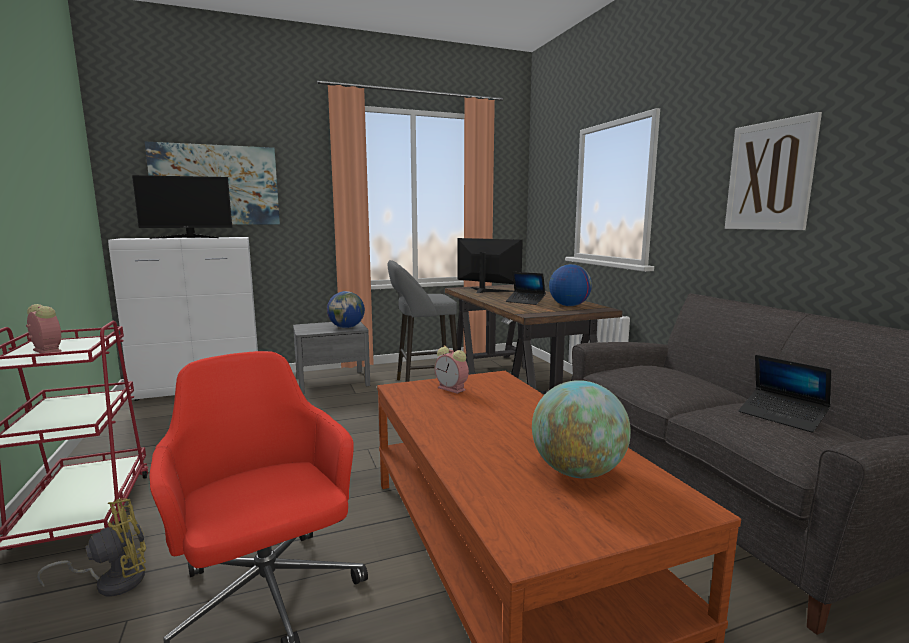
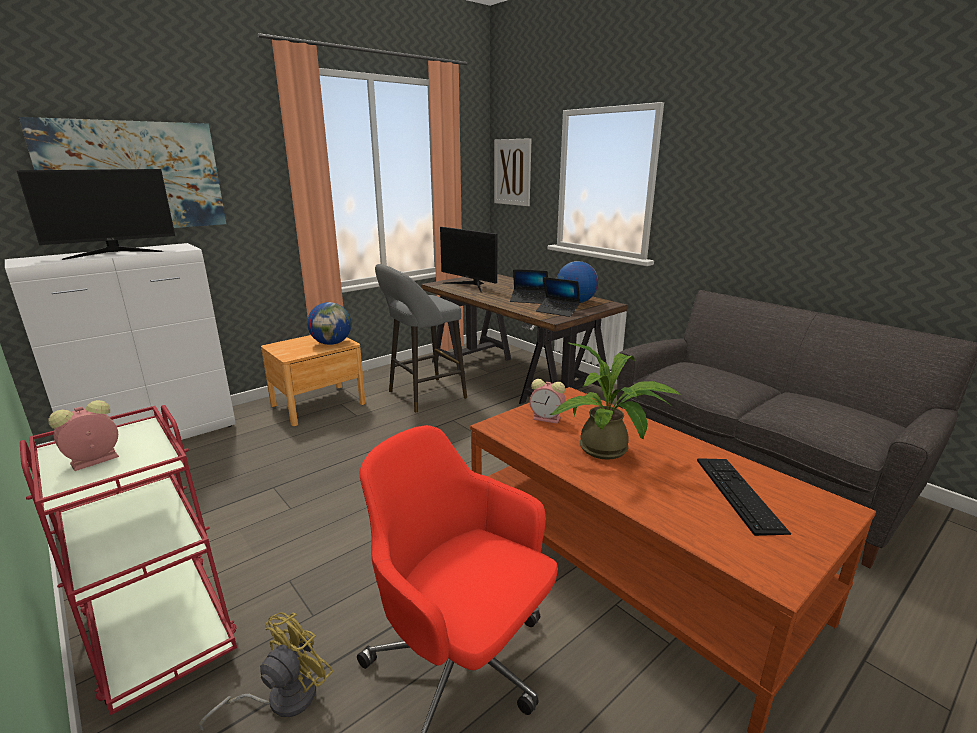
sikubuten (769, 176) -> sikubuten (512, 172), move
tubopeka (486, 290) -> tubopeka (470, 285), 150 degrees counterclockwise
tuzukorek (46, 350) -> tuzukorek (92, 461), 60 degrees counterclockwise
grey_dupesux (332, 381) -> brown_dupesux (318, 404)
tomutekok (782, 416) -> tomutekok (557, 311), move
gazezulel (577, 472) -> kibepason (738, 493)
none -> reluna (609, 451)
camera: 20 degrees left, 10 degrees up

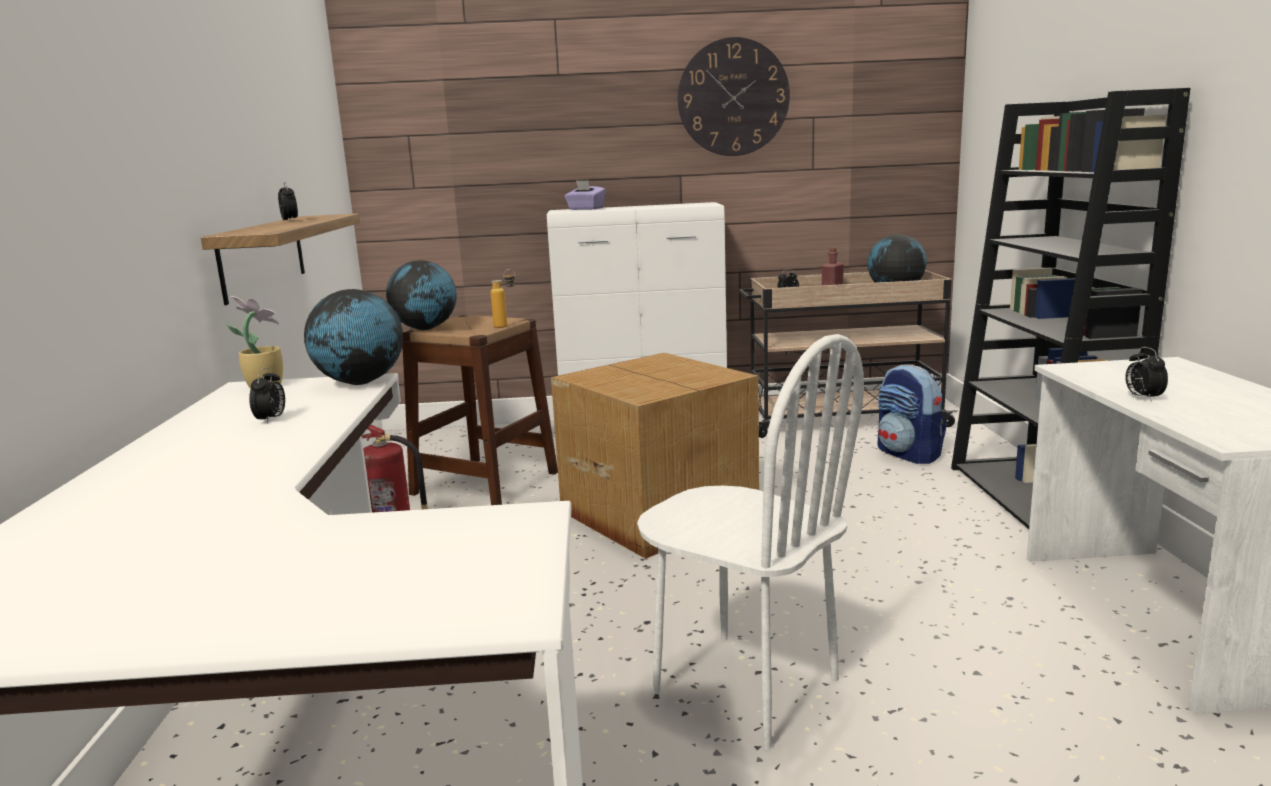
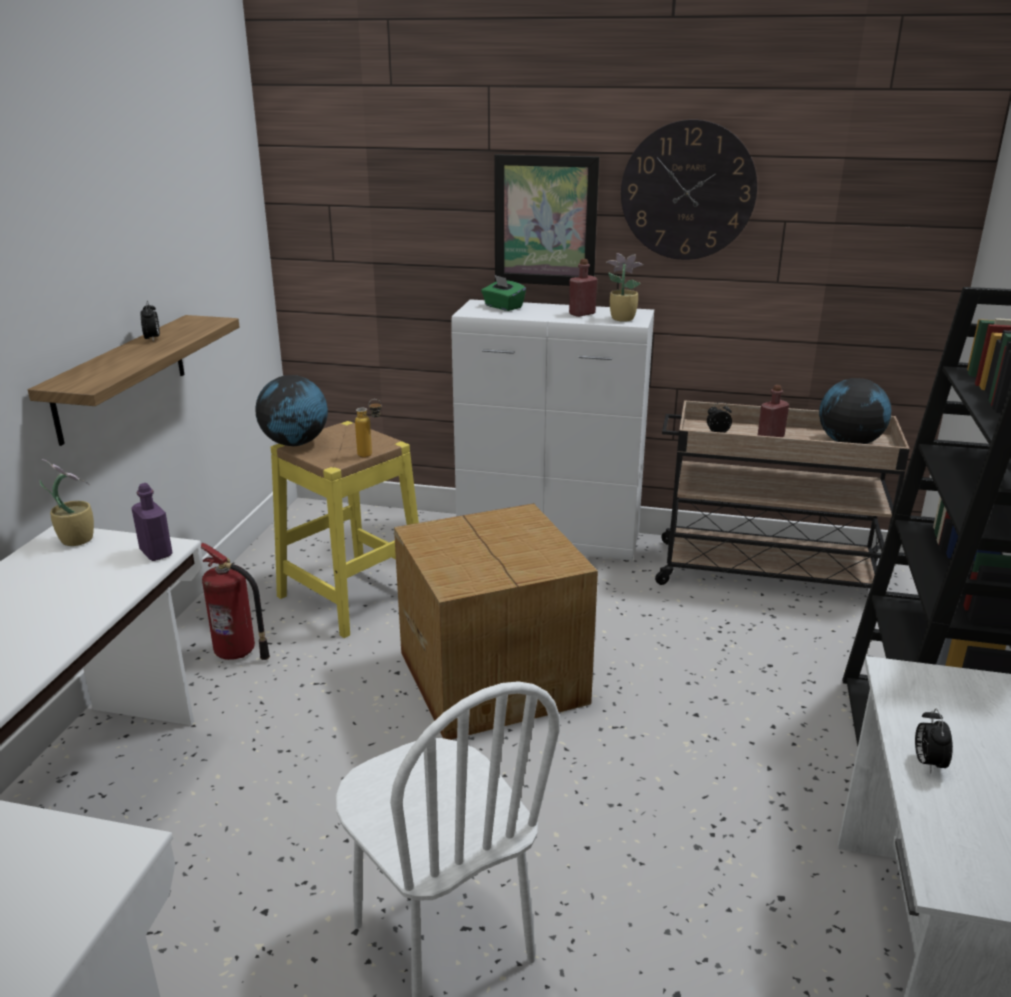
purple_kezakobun (585, 209) -> green_kezakobun (503, 307)
gazezulel (360, 382) -> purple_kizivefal (156, 553)
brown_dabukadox (485, 483) -> yellow_dabukadox (352, 595)
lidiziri (908, 454) -> none
tuzukorek (271, 420) -> none
none -> sikubuten (545, 221)
none -> reluna (621, 319)
none -> red_kizivefal (582, 314)
camera: 15 degrees right, 10 degrees up

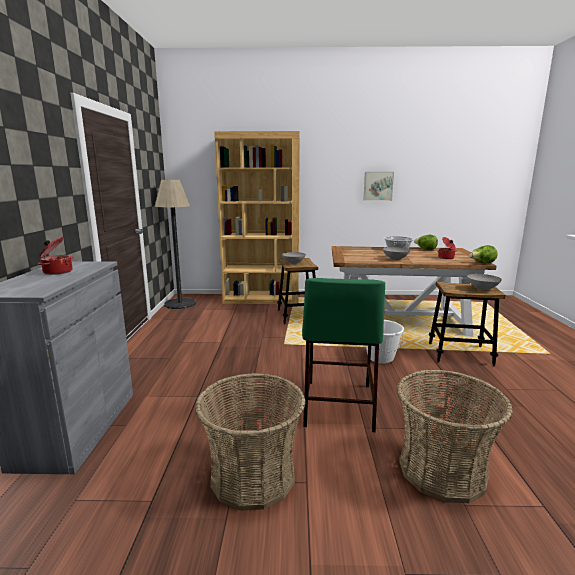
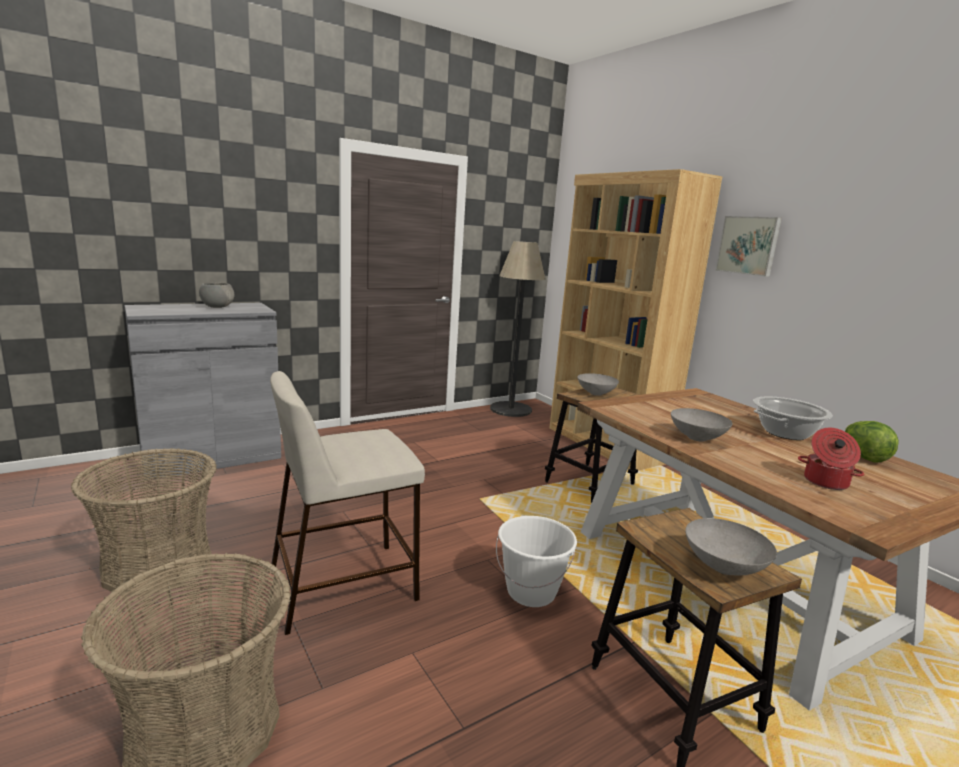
sikubuten (378, 186) -> sikubuten (748, 245), move
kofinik (57, 272) -> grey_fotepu (217, 307)
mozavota (482, 263) -> none
green_dabukadox (338, 403) -> beige_dabukadox (345, 584)
camera: 55 degrees right, 0 degrees up

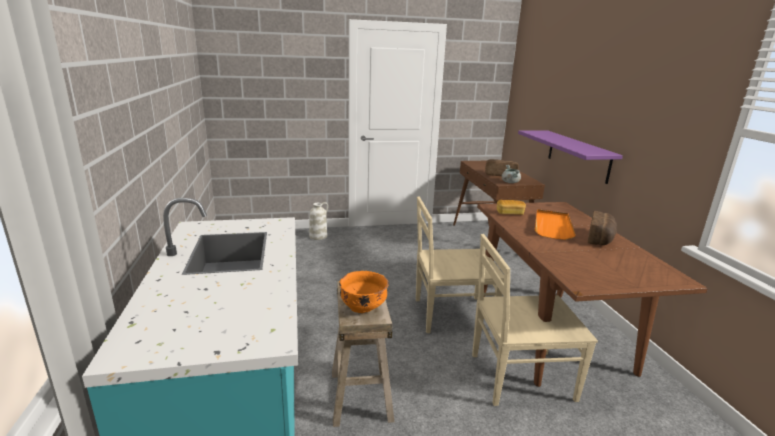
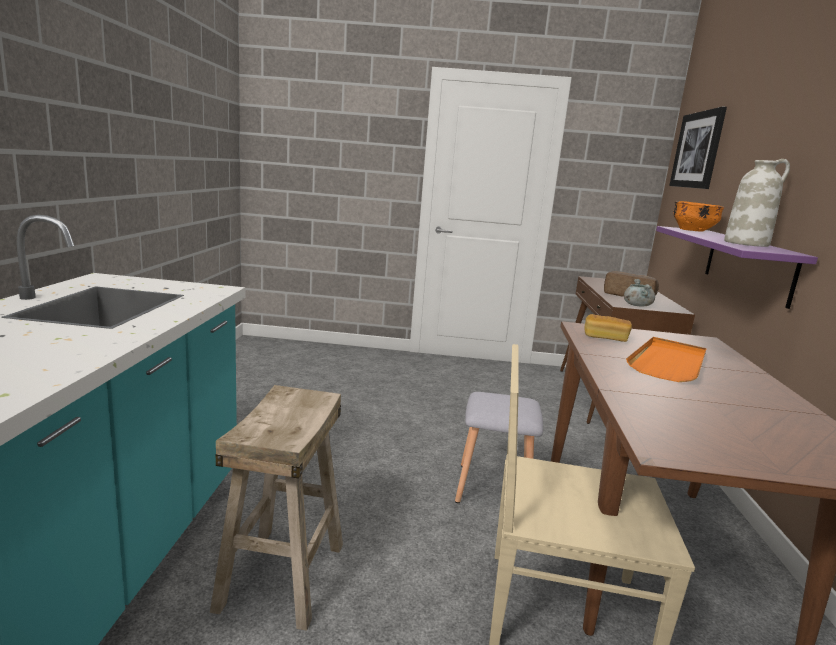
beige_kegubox (451, 314) -> grey_dabukadox (492, 487)
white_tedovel (318, 236) -> white_tedovel (746, 243), move
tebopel (601, 238) -> none
orange_fotepu (363, 307) -> orange_fotepu (692, 230), move
none -> sikubuten (698, 150)
camera: 15 degrees right, 5 degrees down

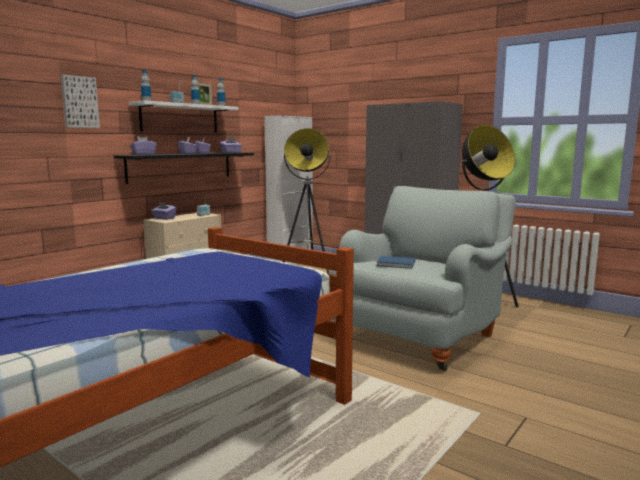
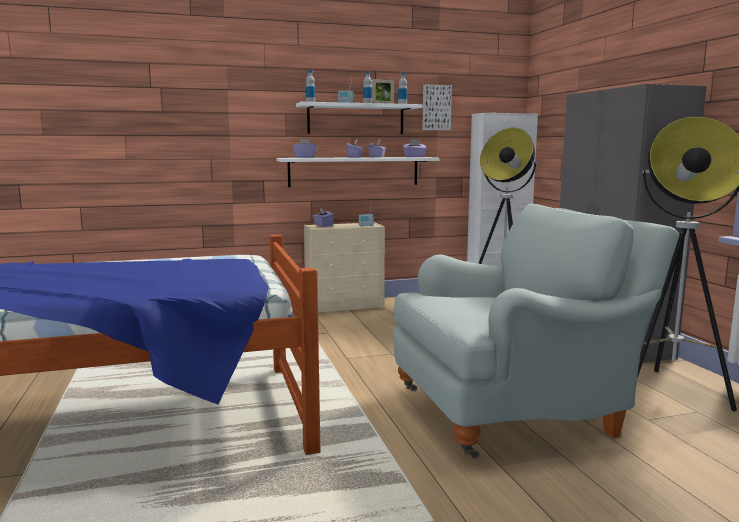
sikubuten (79, 102) -> sikubuten (436, 107), move
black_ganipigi (181, 166) -> white_ganipigi (354, 171)
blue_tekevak (396, 264) -> none
camera: 35 degrees right, 0 degrees up

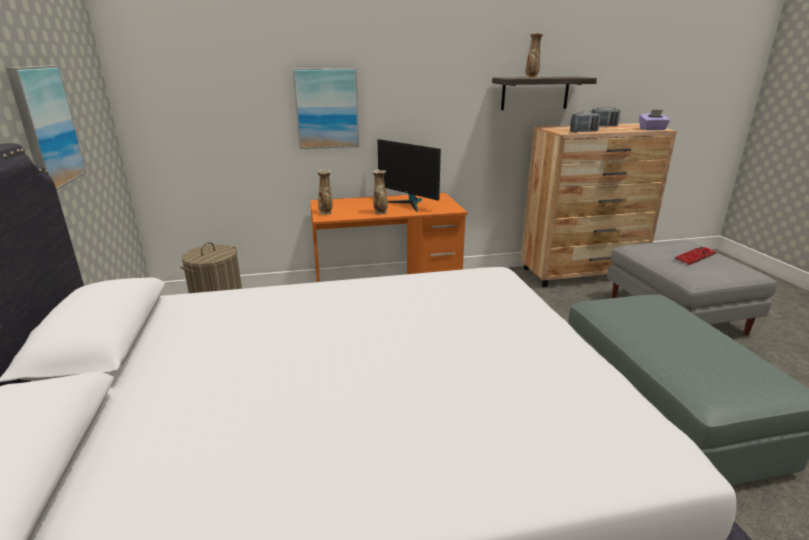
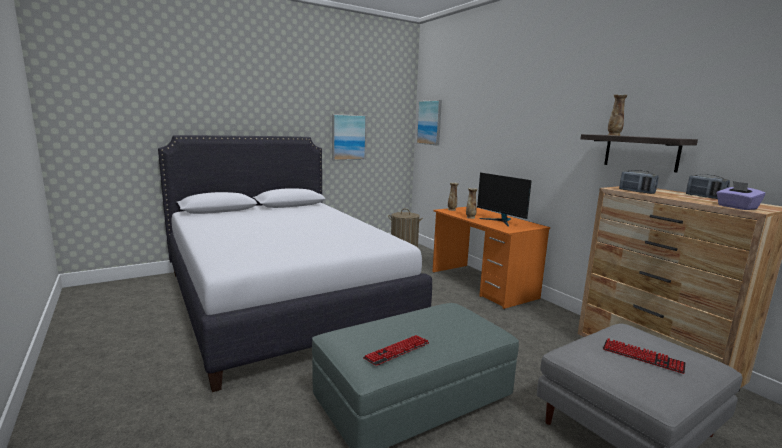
sikubuten (327, 108) -> sikubuten (429, 122), move
tubopeka (408, 204) -> tubopeka (501, 221), 60 degrees counterclockwise
none -> kibepason (397, 351)
camera: 70 degrees right, 10 degrees down

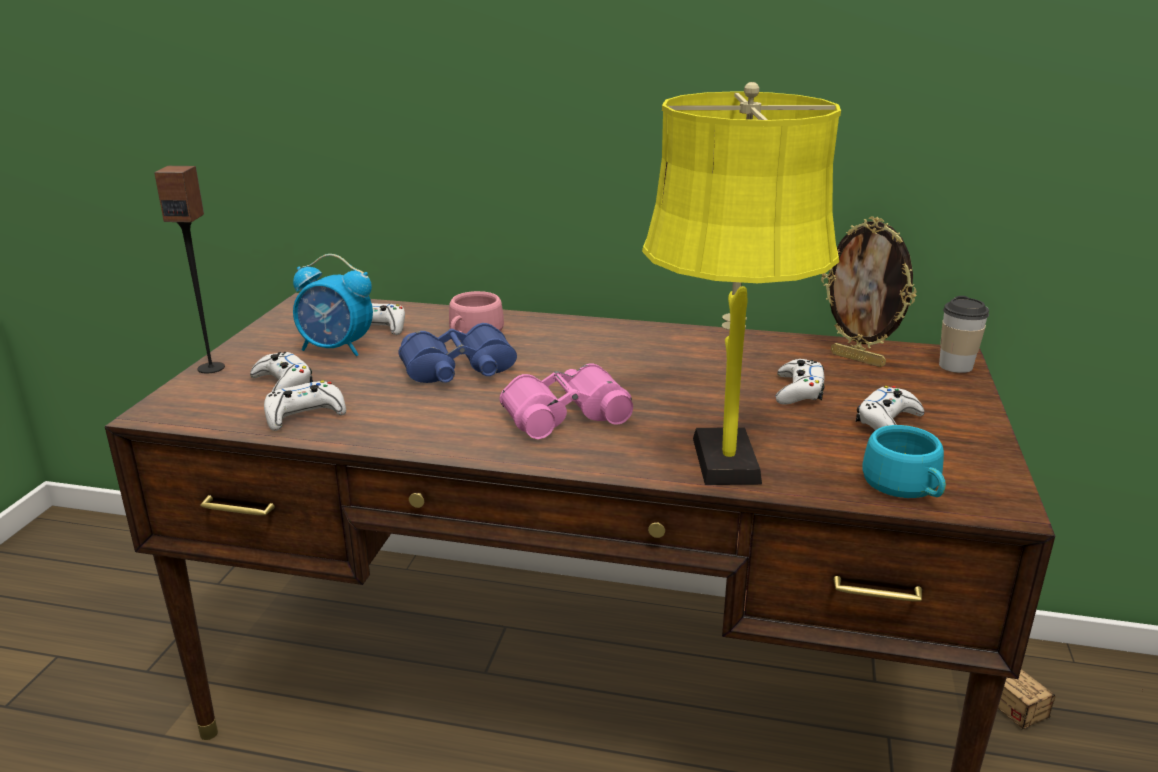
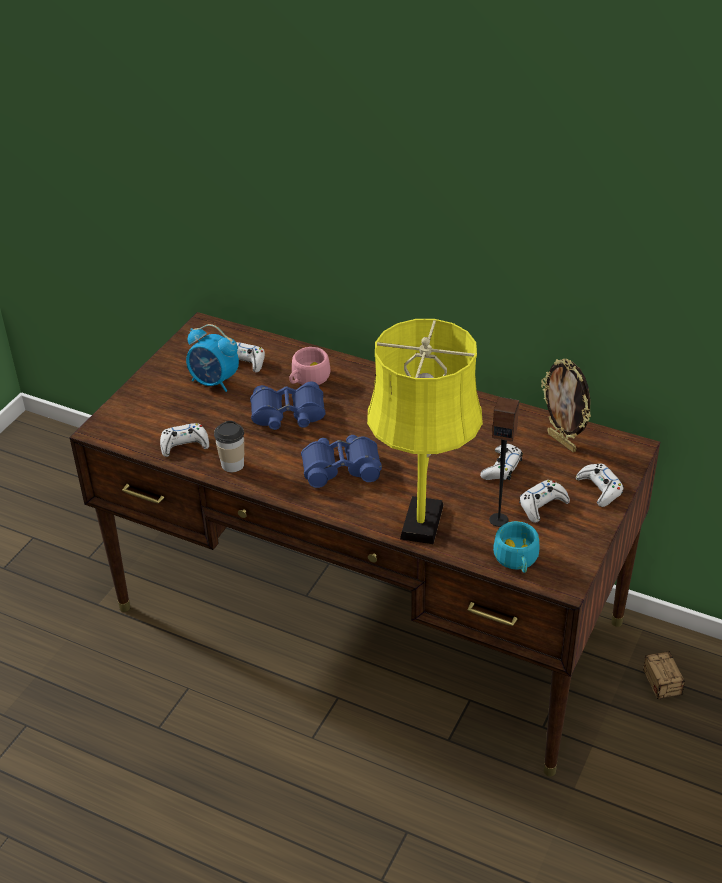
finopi (211, 368) -> finopi (499, 519), move
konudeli (955, 366) -> konudeli (232, 465), move
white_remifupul (283, 384) -> white_remifupul (600, 489), move
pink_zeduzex (564, 414) -> blue_zeduzex (341, 467)
camera: 15 degrees right, 15 degrees up

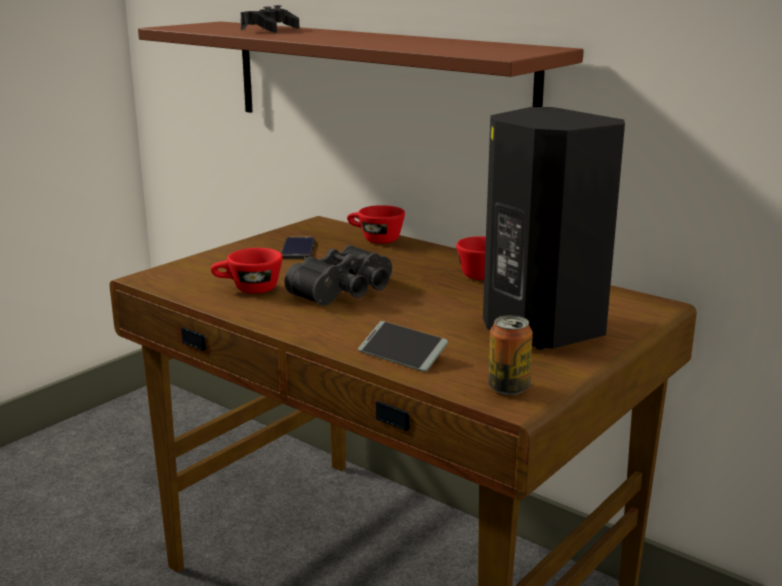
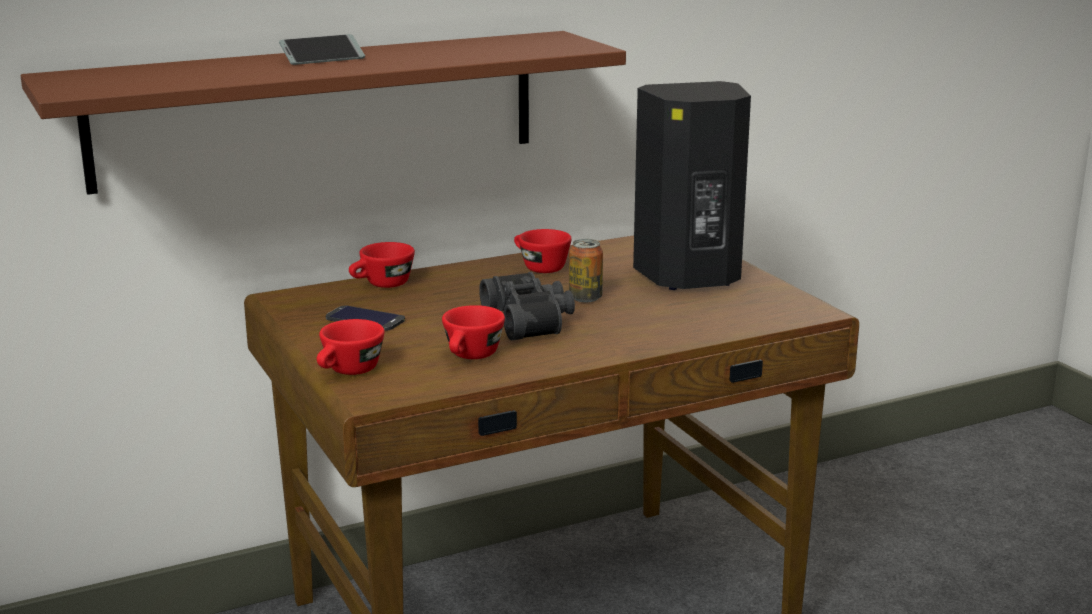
black_remifupul (270, 29) -> none
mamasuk (508, 388) -> mamasuk (585, 298), move
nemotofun (402, 355) -> nemotofun (322, 58), move
none -> red_konudeli (348, 372)
camera: 65 degrees left, 0 degrees up

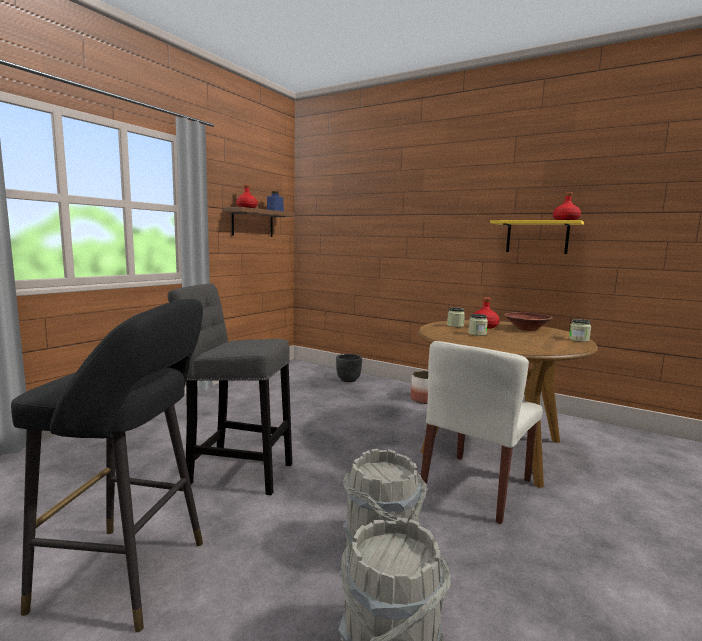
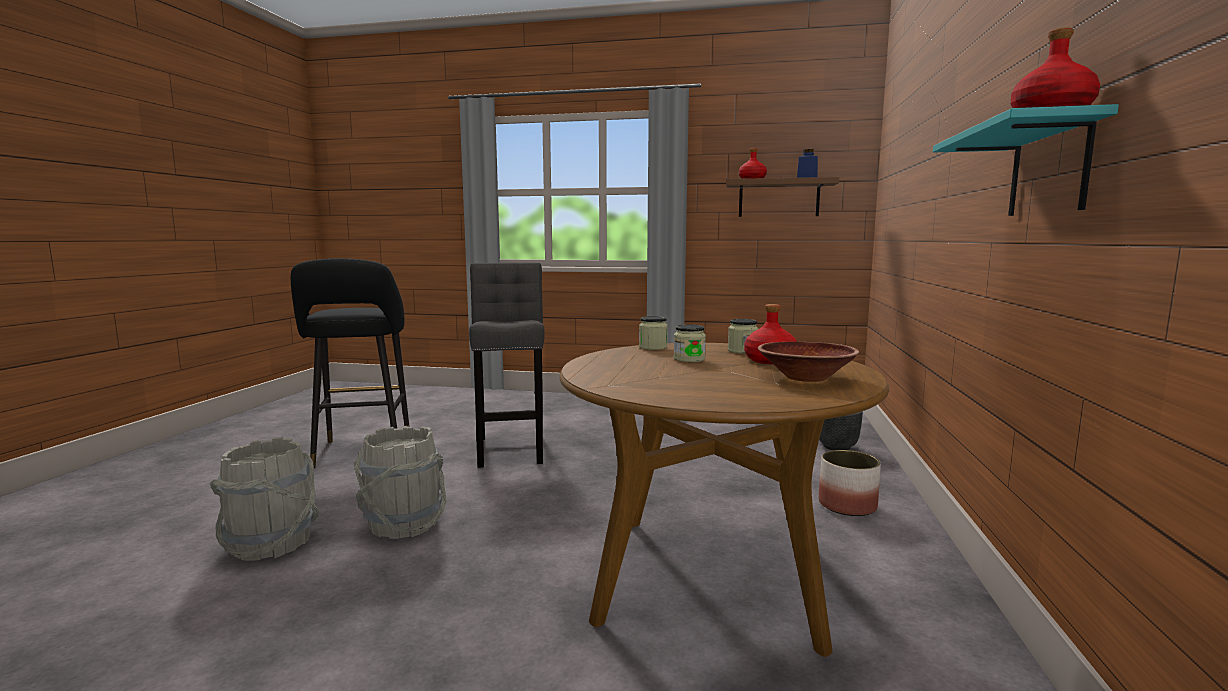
yellow_ganipigi (537, 237) -> turquoise_ganipigi (1048, 170)
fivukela (579, 339) -> fivukela (653, 347), move
beige_kegubox (476, 486) -> none
camera: 70 degrees right, 0 degrees up

